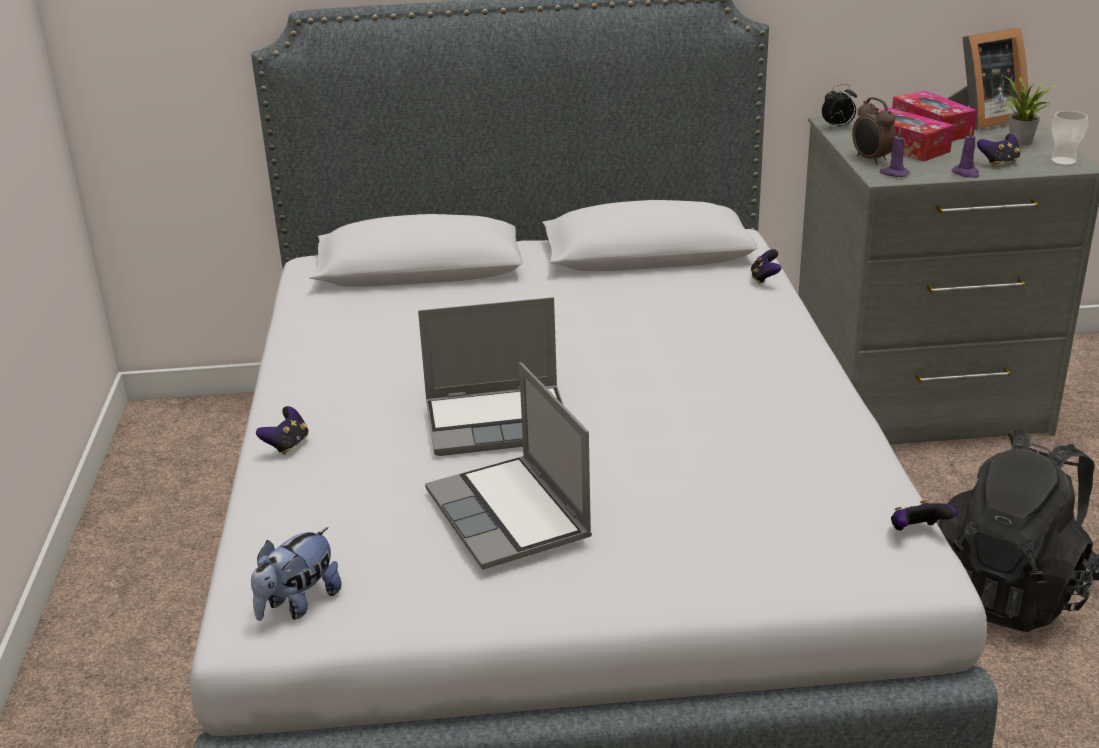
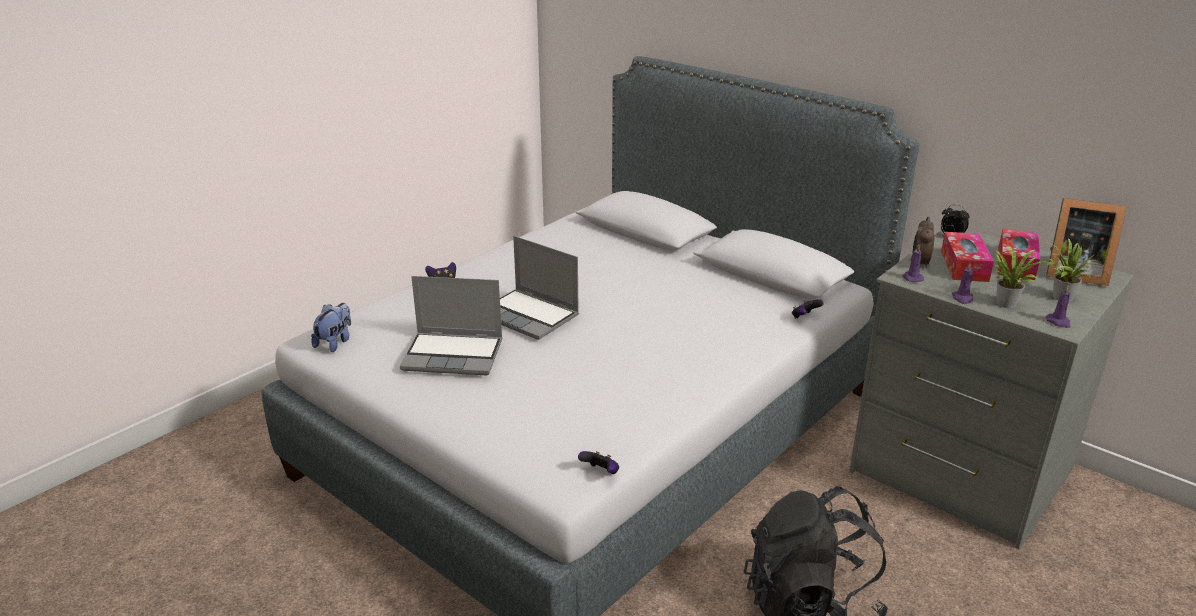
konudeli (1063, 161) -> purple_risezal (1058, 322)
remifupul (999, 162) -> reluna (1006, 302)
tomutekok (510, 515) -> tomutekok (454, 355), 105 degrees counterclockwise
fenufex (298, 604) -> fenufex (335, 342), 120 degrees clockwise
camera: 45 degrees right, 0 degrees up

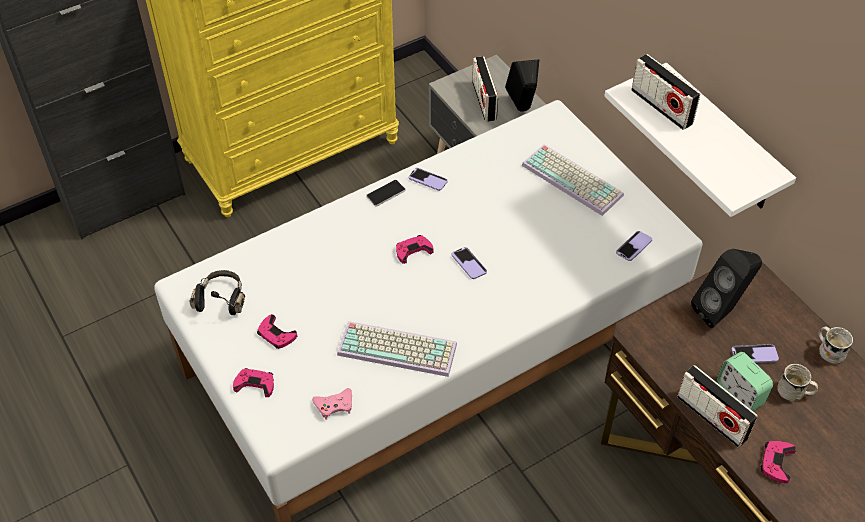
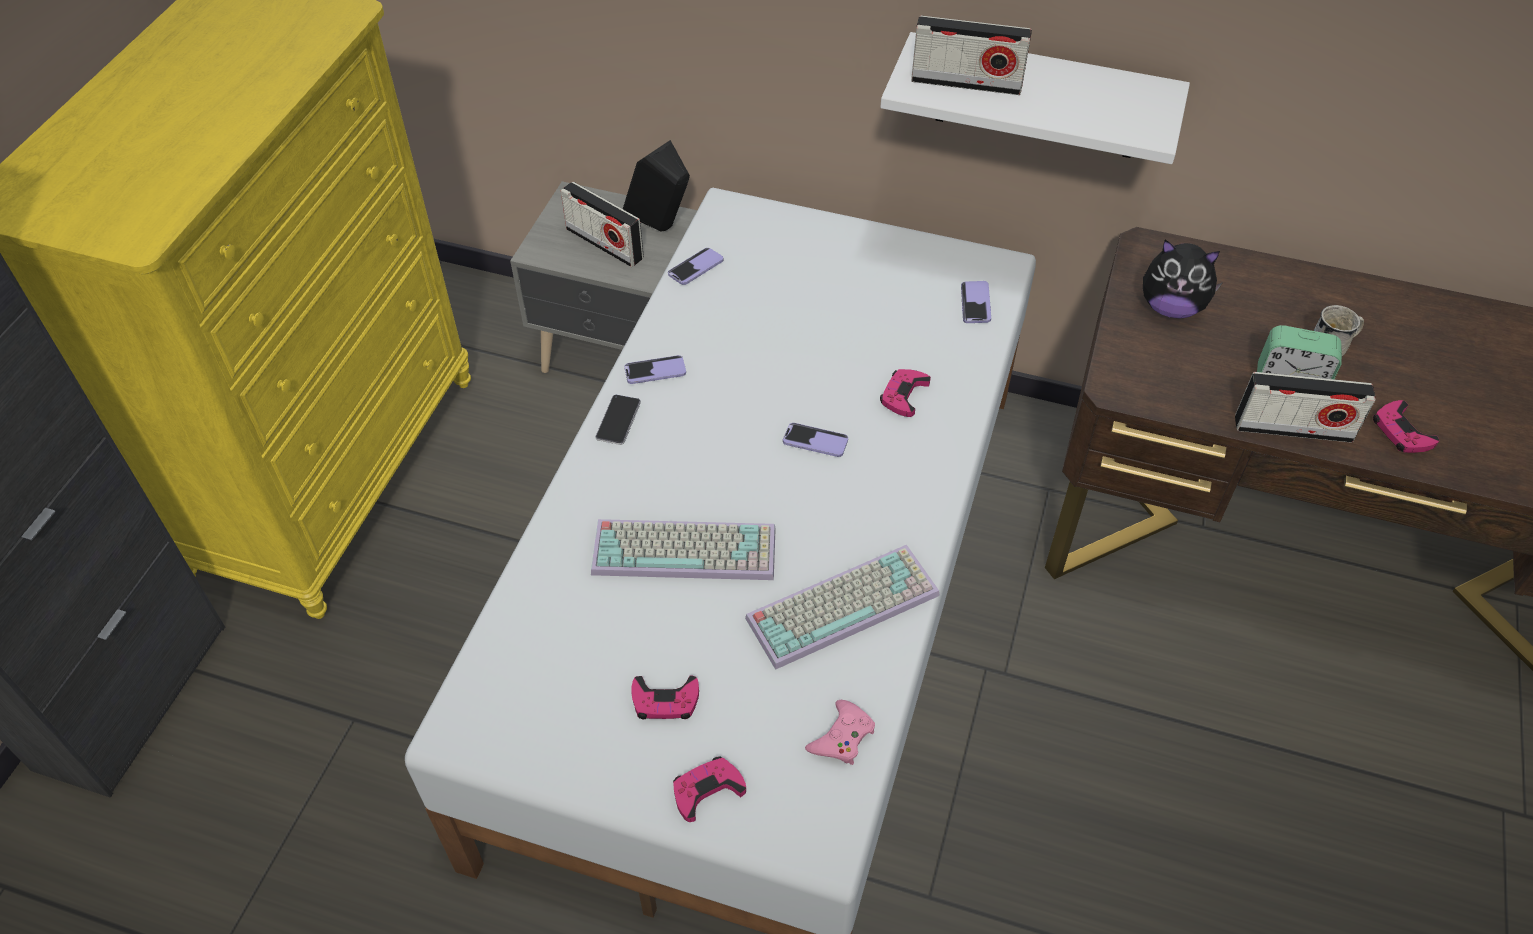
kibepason (574, 180) -> kibepason (687, 548), move
pink_remifupul (413, 250) -> pink_remifupul (903, 395), move
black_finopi (720, 311) -> fenufex (1171, 307)
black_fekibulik (221, 299) -> none
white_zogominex (828, 350) -> none
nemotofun (754, 355) -> nemotofun (695, 268), move
camera: 40 degrees left, 0 degrees up

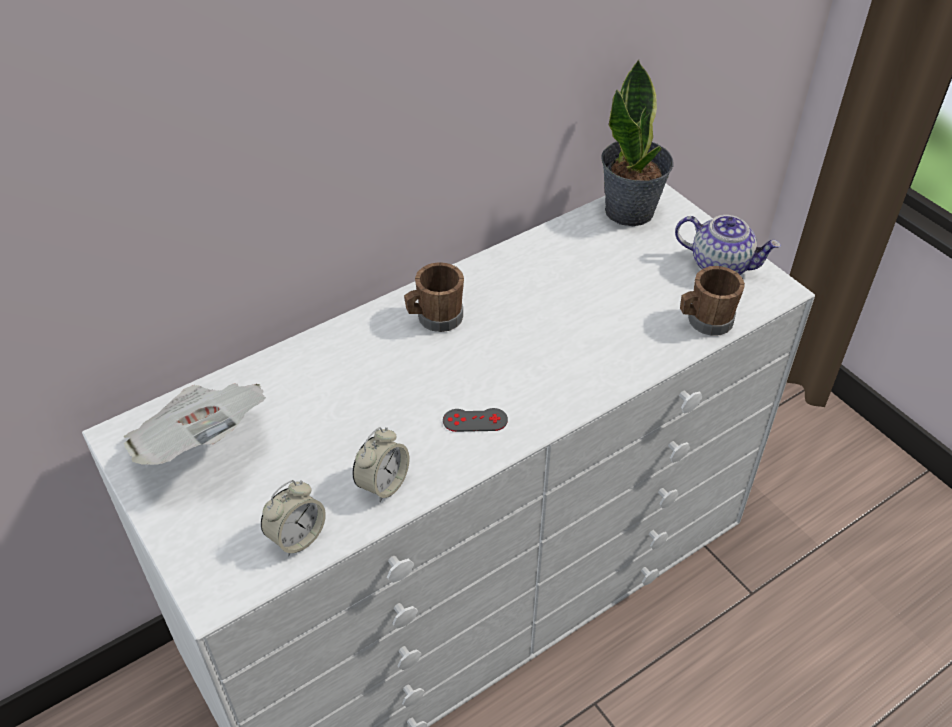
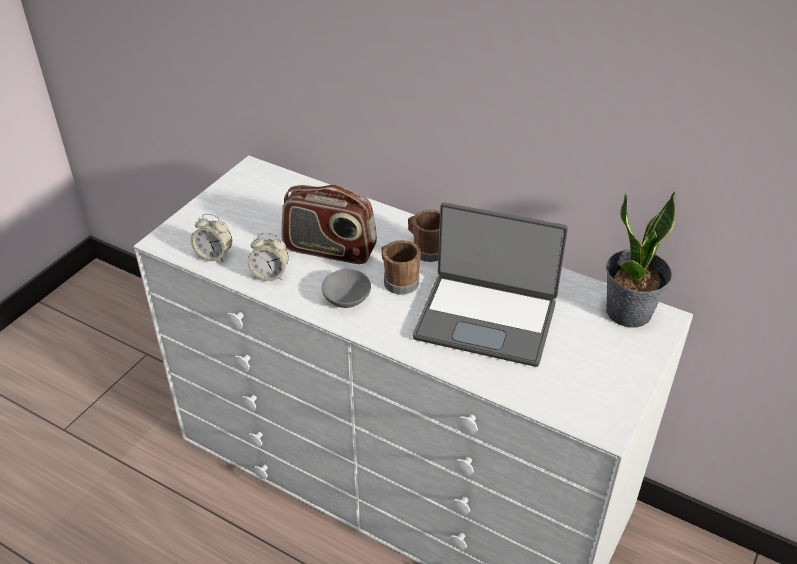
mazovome (721, 265) -> none
brown_zogominex (705, 321) -> brown_zogominex (398, 281), move
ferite (201, 443) -> none
grey_remifupul (475, 420) -> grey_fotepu (345, 297)
none -> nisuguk (329, 250)
none -> tomutekok (486, 319)
camera: 65 degrees right, 5 degrees down

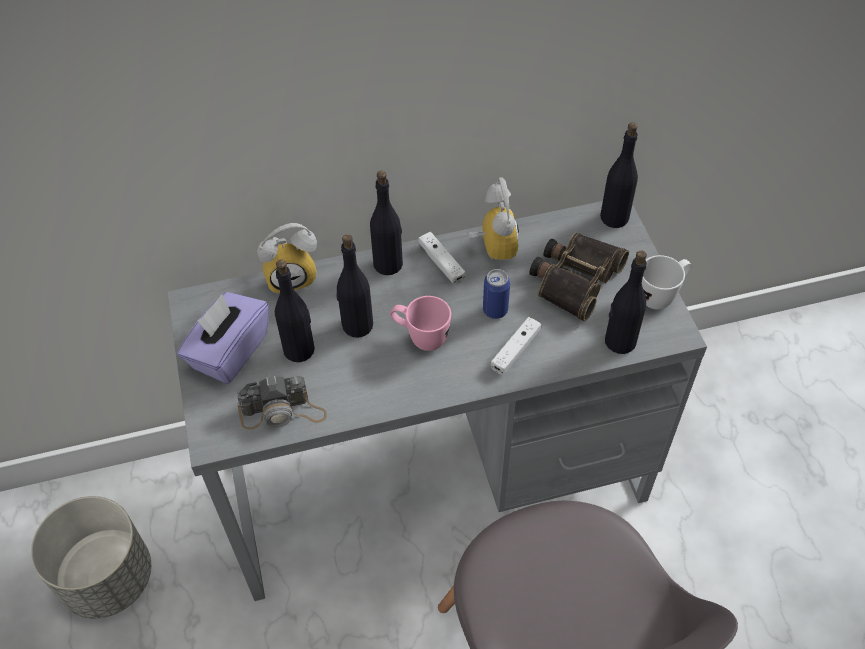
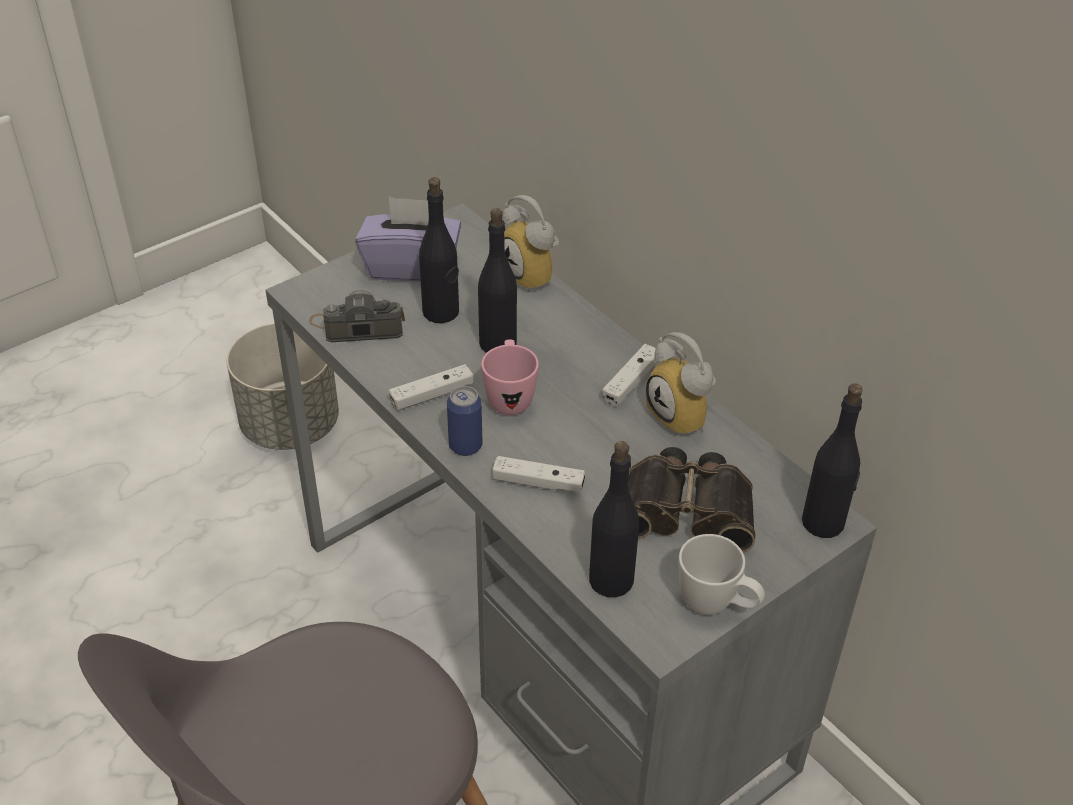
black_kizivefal (388, 264) -> none
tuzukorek (490, 247) -> tuzukorek (685, 417), 90 degrees clockwise
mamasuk (495, 310) -> mamasuk (465, 446), move
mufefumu (282, 412) -> mufefumu (357, 326), 120 degrees clockwise
none -> white_remifupul (432, 395)
camera: 65 degrees right, 10 degrees down

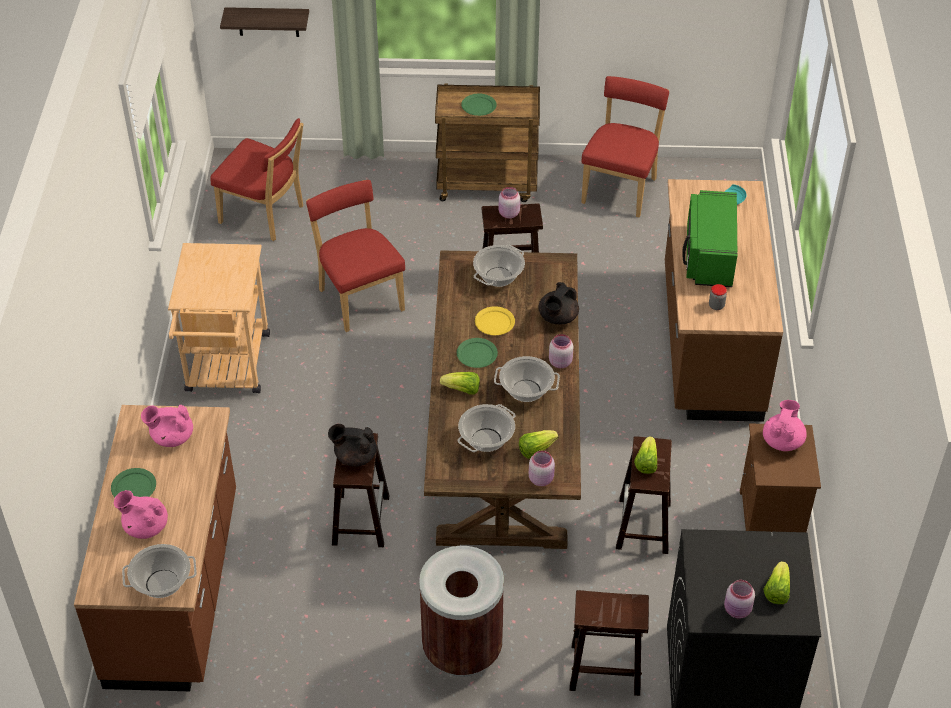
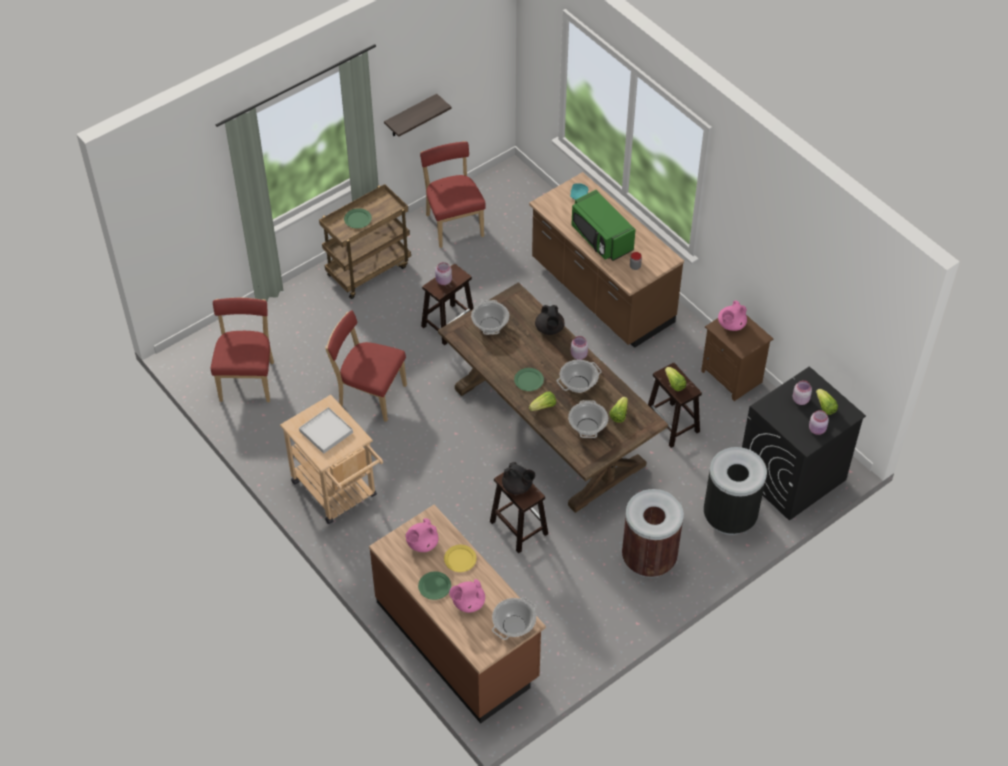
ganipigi (268, 21) -> ganipigi (411, 116), move
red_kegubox (265, 216) -> red_kegubox (248, 379), 75 degrees counterclockwise
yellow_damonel (494, 323) -> yellow_damonel (460, 559), move
pink_mazovome (782, 441) -> pink_mazovome (731, 325), 120 degrees counterclockwise
black_mazovome (354, 456) -> black_mazovome (517, 486), 120 degrees counterclockwise
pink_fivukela (541, 478) -> pink_fivukela (800, 399), move
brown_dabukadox (604, 669) -> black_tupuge (729, 517)
none -> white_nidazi (326, 432)
camera: 40 degrees left, 5 degrees up

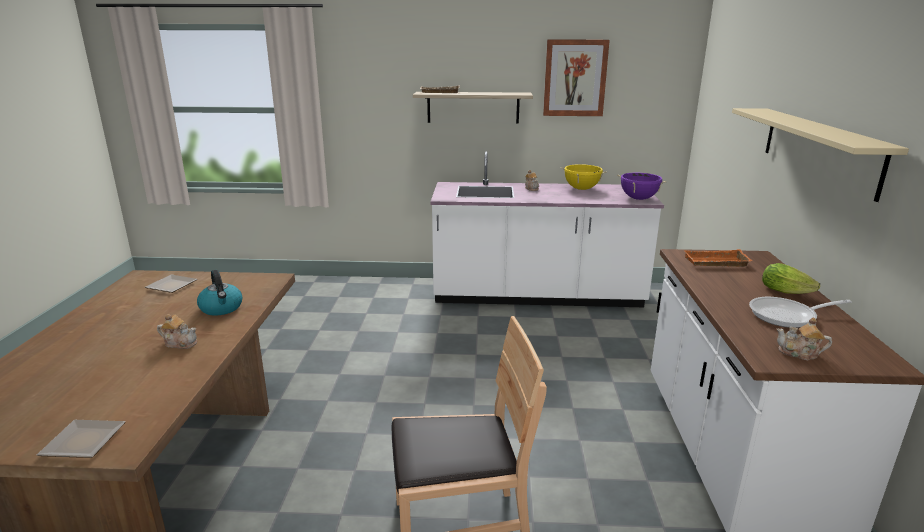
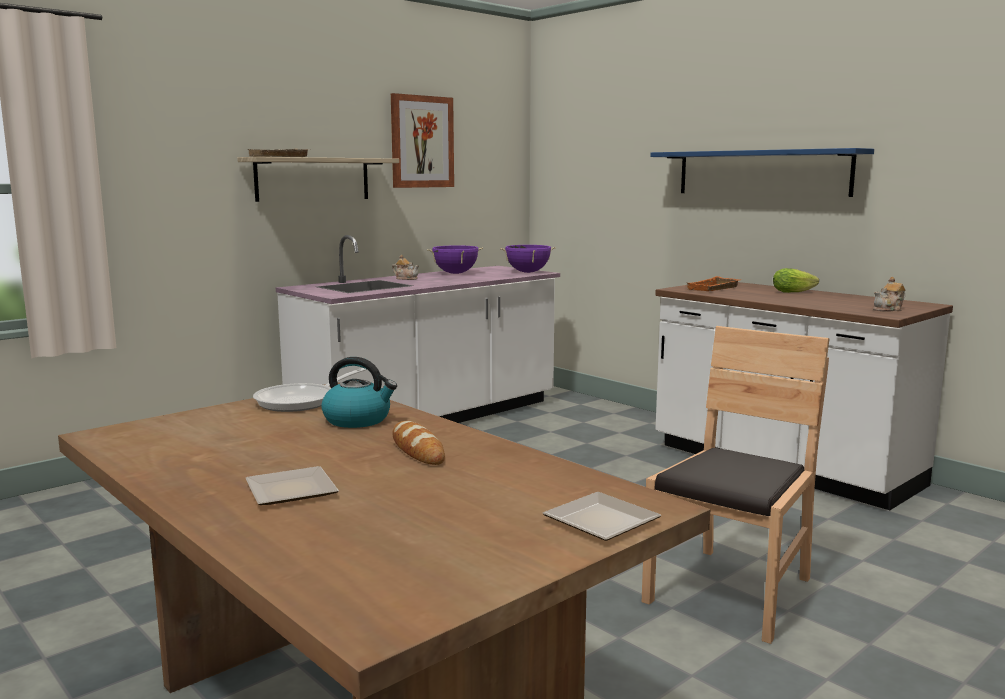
beige_ganipigi (818, 149) -> blue_ganipigi (761, 173)
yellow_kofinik (582, 189) -> purple_kofinik (455, 273)
damonel (170, 286) -> damonel (289, 492), move
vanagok (787, 316) -> vanagok (302, 401), move
mazovome (180, 343) -> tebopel (417, 449)
camera: 45 degrees left, 10 degrees down

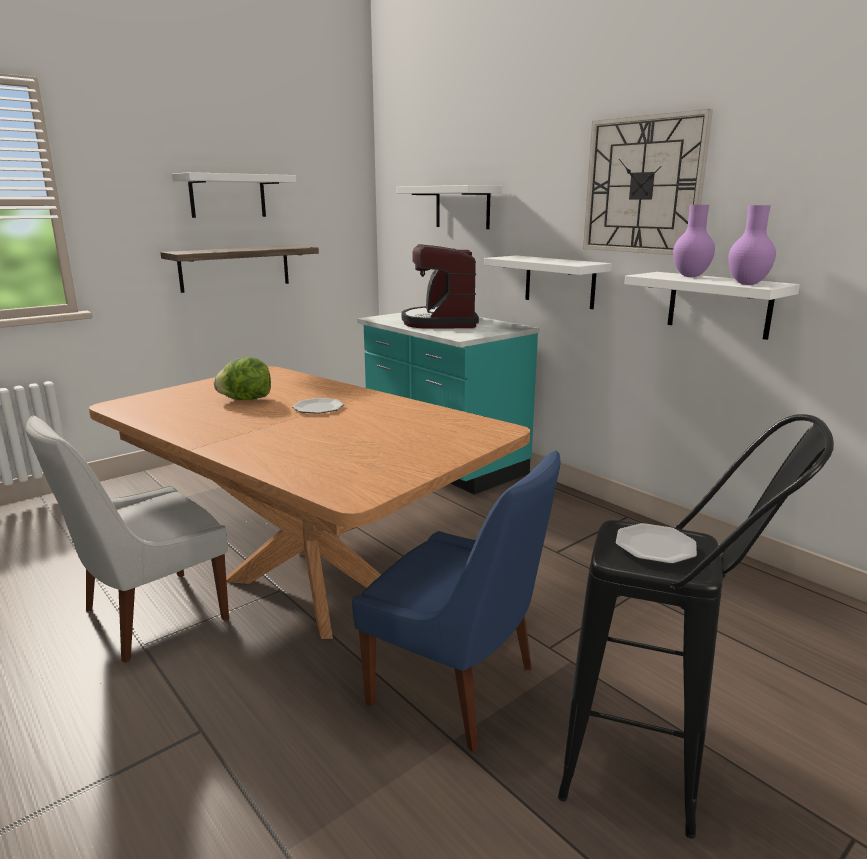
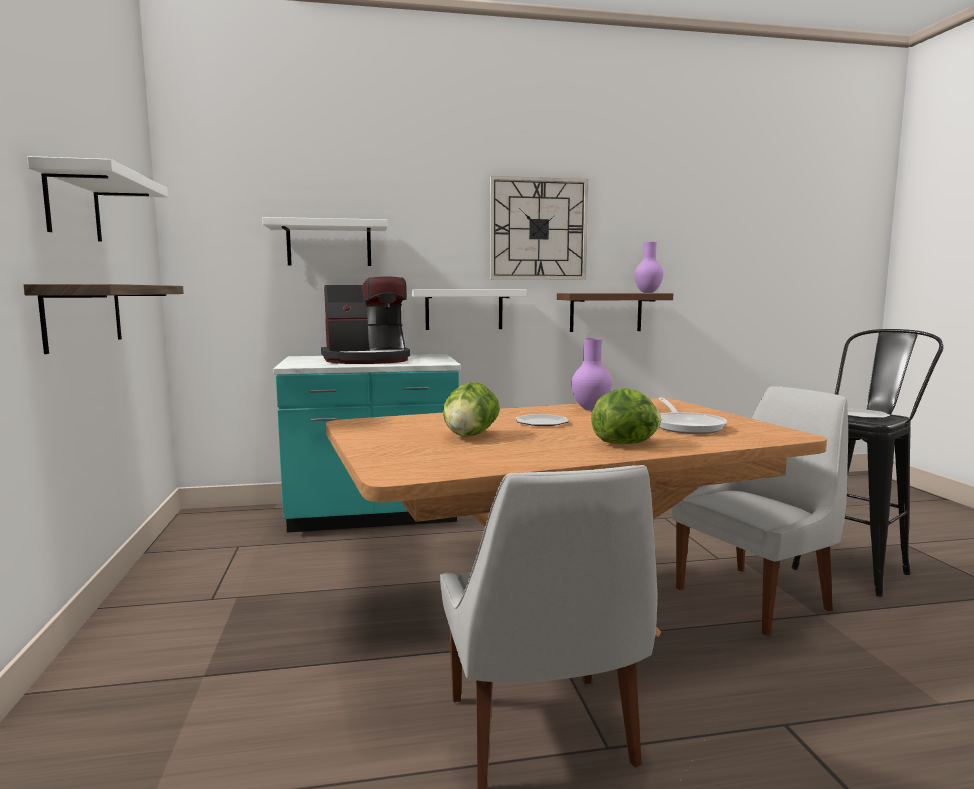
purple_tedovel (689, 276) -> purple_tedovel (590, 409), move
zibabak (441, 322) -> zibabak (367, 360), 45 degrees counterclockwise
white_ganipigi (719, 304) -> brown_ganipigi (605, 312)
blue_kegubox (458, 688) -> white_kegubox (756, 598)
none -> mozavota (626, 443)
none -> vanagok (686, 426)
camera: 60 degrees left, 10 degrees down

